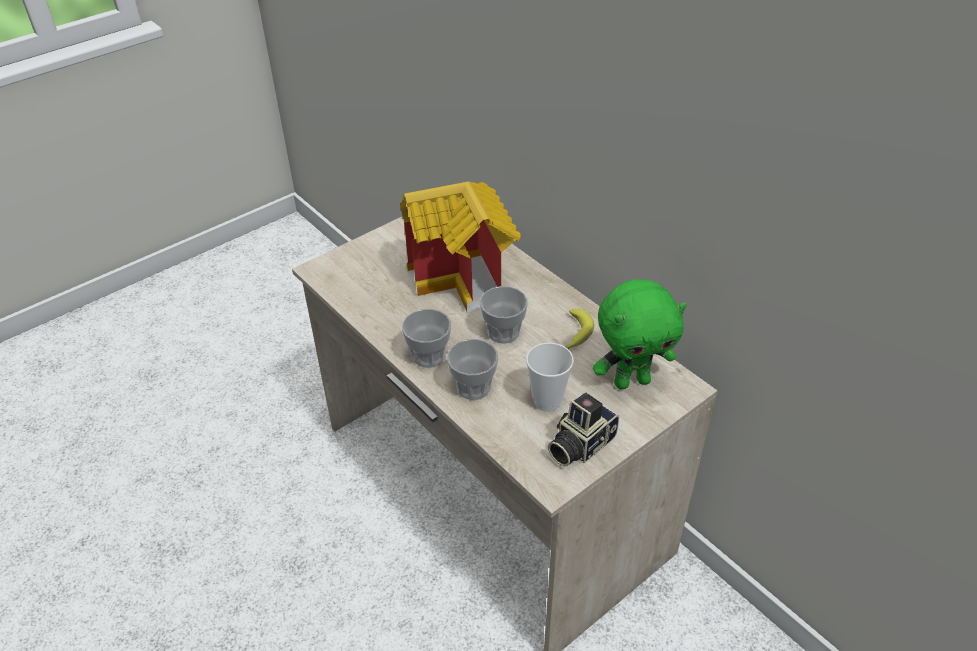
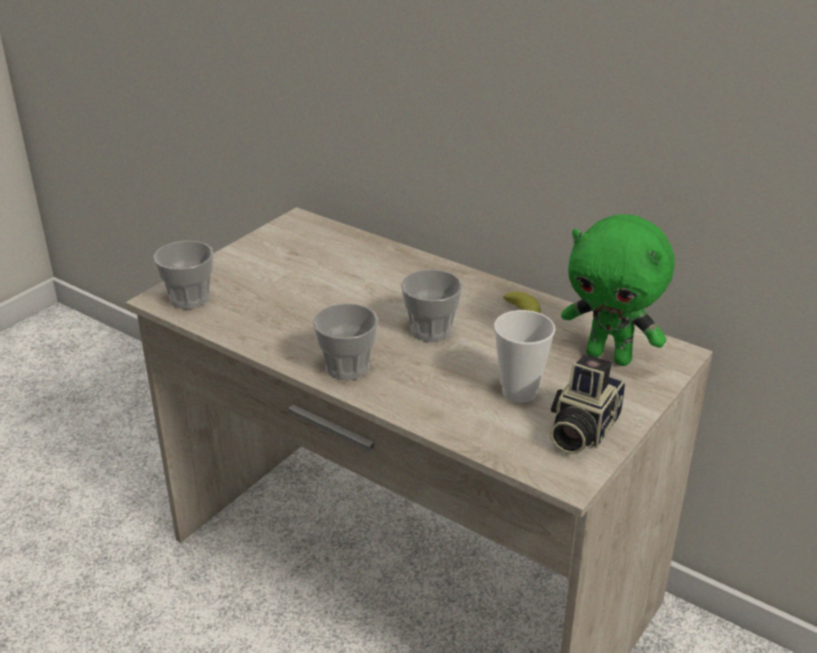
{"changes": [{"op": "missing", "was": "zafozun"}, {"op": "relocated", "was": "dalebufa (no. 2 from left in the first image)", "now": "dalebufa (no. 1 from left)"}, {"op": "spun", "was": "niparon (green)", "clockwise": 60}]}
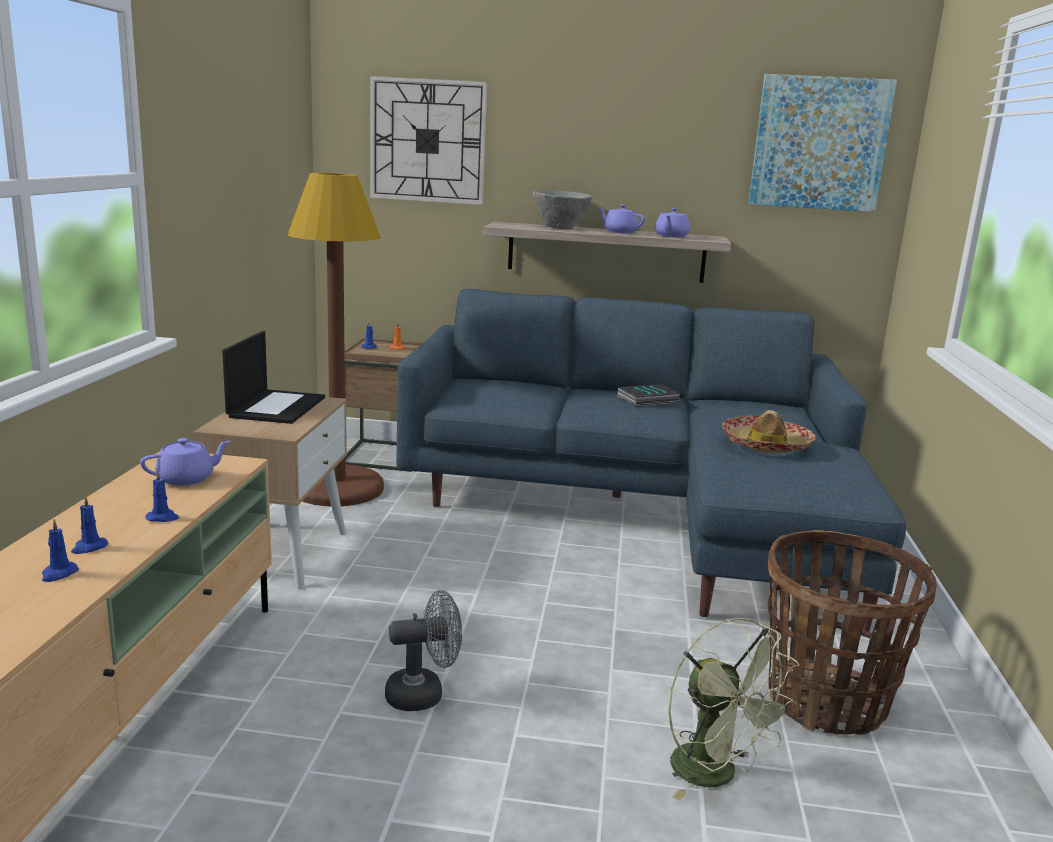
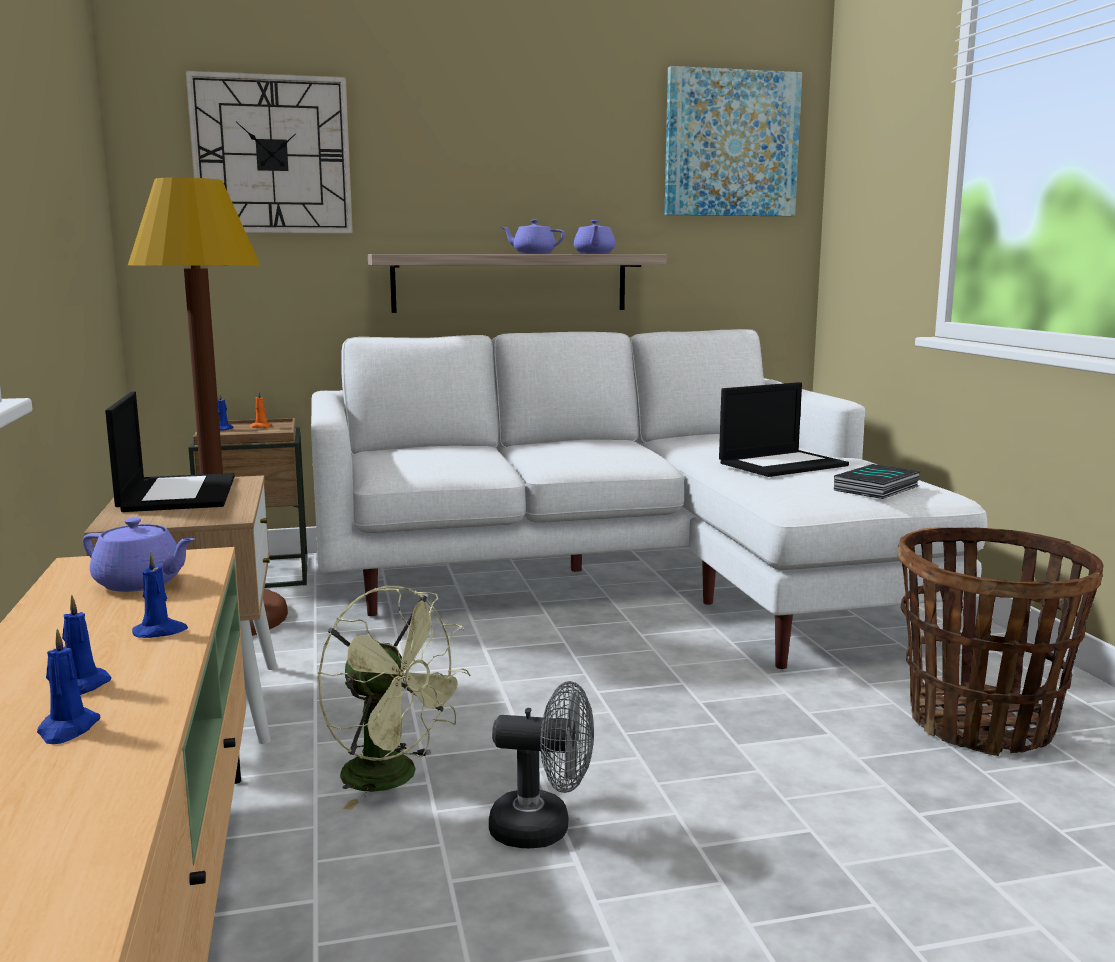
{"changes": [{"op": "spun", "was": "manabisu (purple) (no. 1 from left)", "clockwise": 75}, {"op": "spun", "was": "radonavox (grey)", "clockwise": 45}, {"op": "colour", "was": "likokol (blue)", "now": "likokol (white)"}, {"op": "missing", "was": "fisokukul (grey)"}, {"op": "relocated", "was": "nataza"}, {"op": "relocated", "was": "radonavox (green)"}, {"op": "exchanged", "was": "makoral", "now": "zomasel (no. 2 from left)"}]}
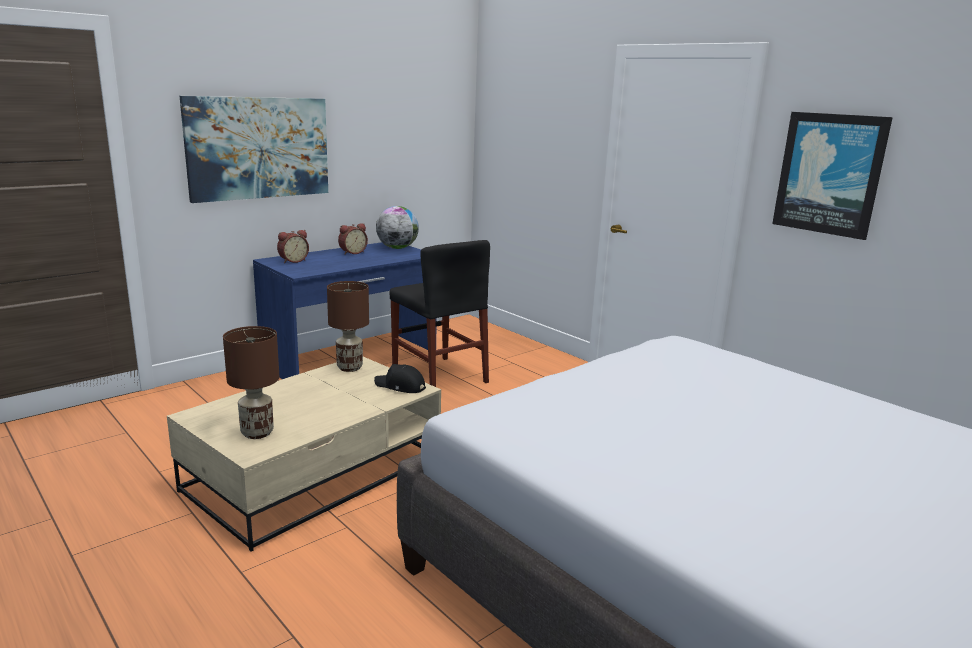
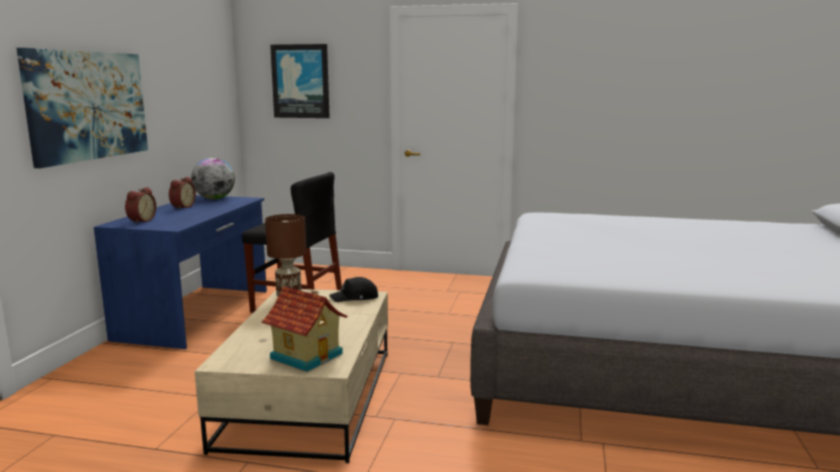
{"changes": [{"op": "exchanged", "was": "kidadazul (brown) (no. 1 from left)", "now": "zafozun"}, {"op": "relocated", "was": "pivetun (no. 2 from left)"}]}
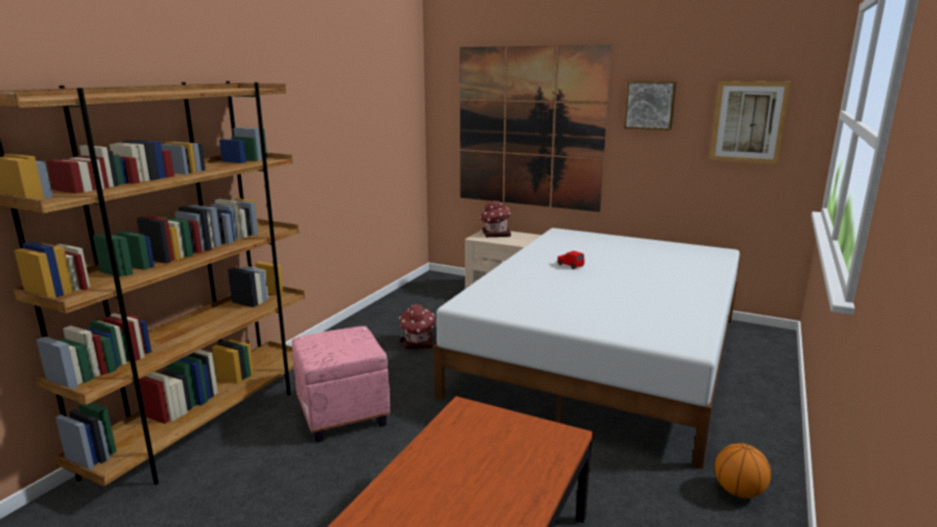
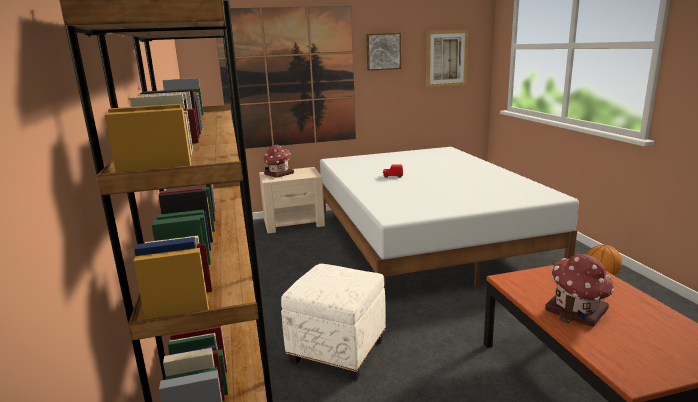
{"changes": [{"op": "colour", "was": "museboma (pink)", "now": "museboma (white)"}, {"op": "relocated", "was": "zafozun (no. 1 from left in the first image)", "now": "zafozun (no. 2 from left)"}]}
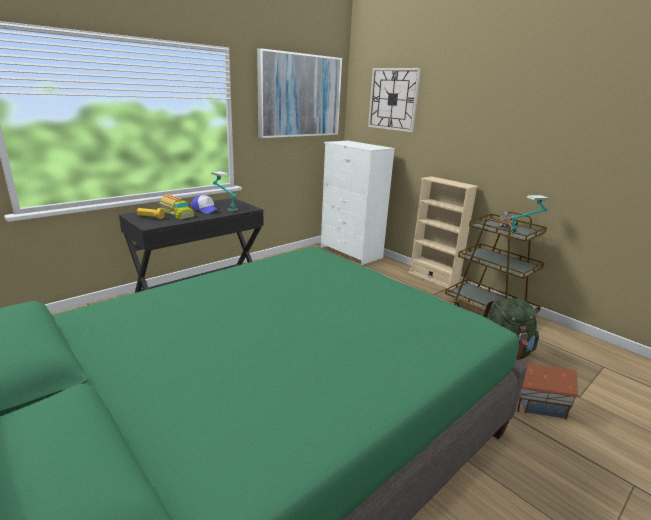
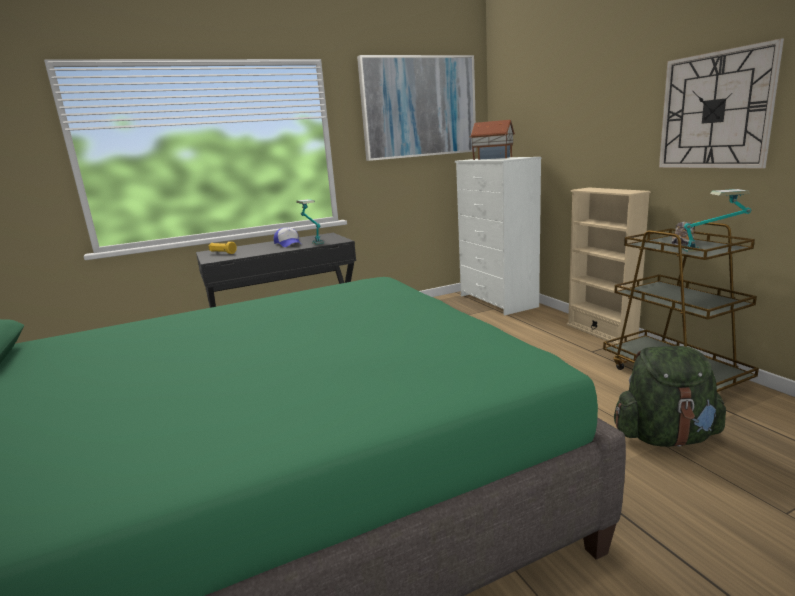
{"changes": [{"op": "missing", "was": "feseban"}, {"op": "relocated", "was": "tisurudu"}, {"op": "relocated", "was": "zafozun"}]}
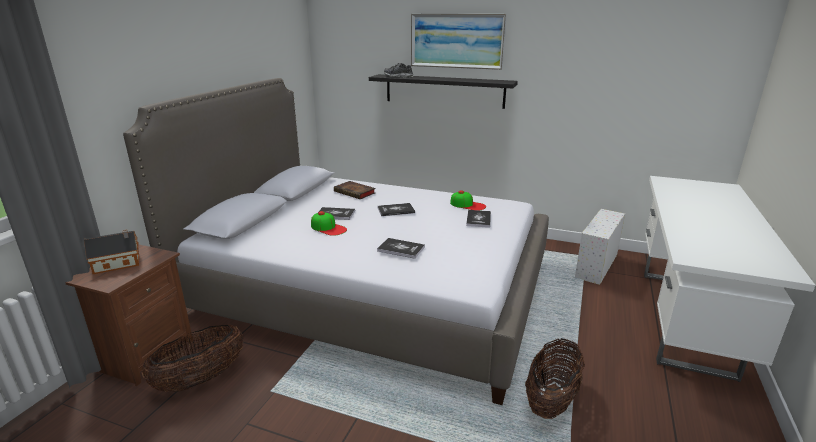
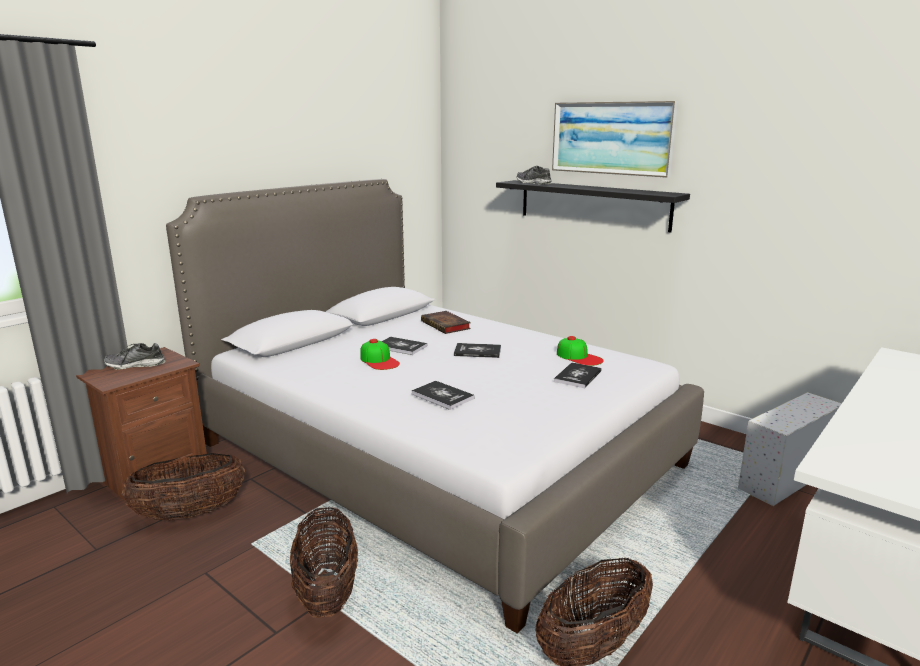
{"changes": [{"op": "exchanged", "was": "zafozun", "now": "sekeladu (no. 1 from left)"}, {"op": "appeared", "now": "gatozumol (no. 2 from left)"}]}
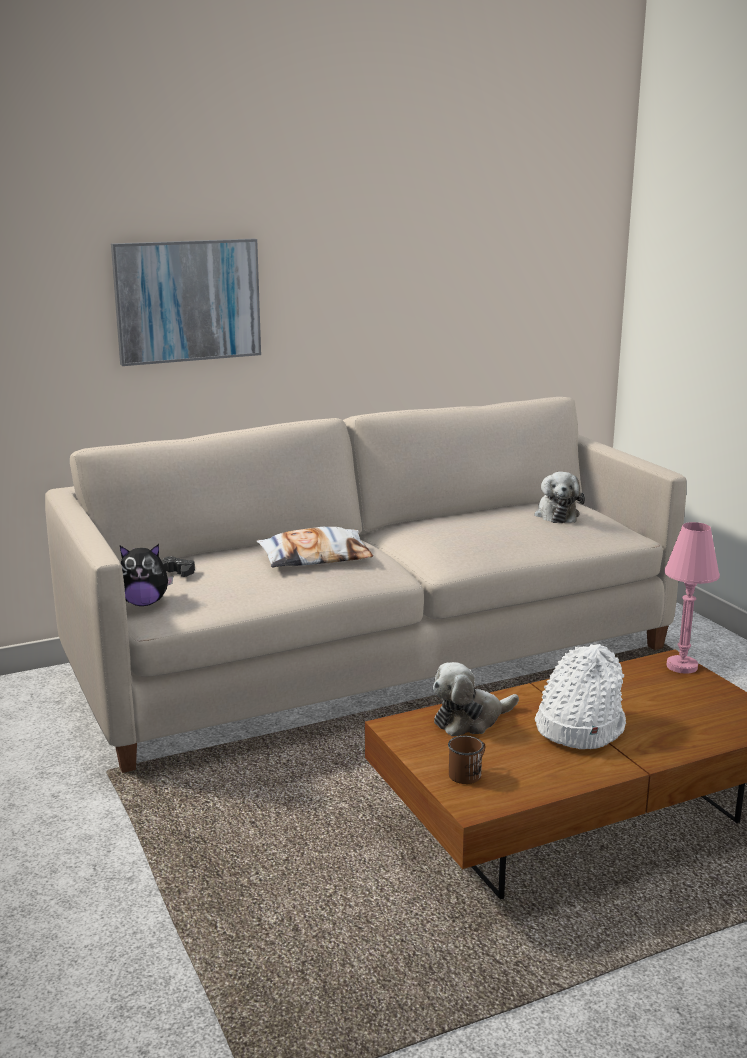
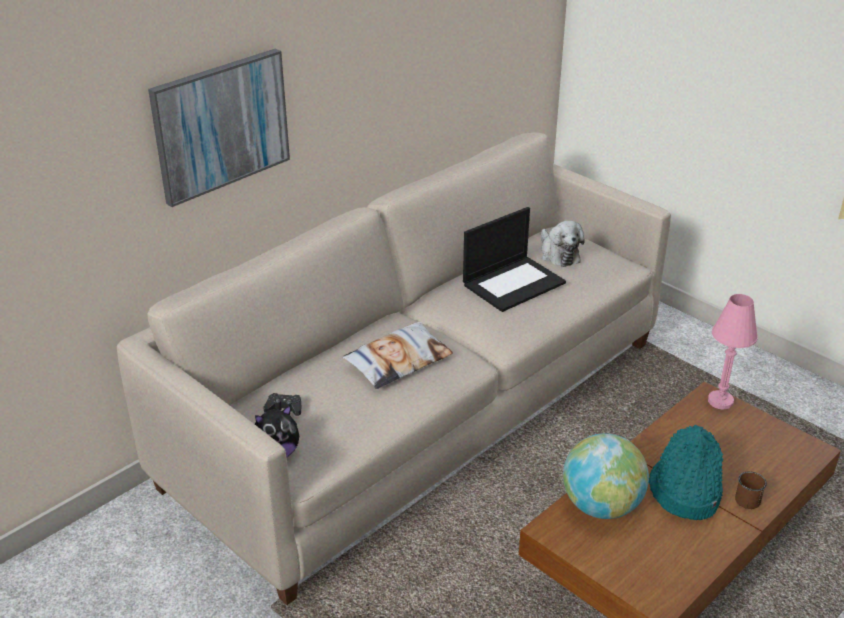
{"changes": [{"op": "exchanged", "was": "niparon (no. 2 from left)", "now": "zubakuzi"}, {"op": "relocated", "was": "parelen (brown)"}, {"op": "colour", "was": "makoral (white)", "now": "makoral (turquoise)"}, {"op": "appeared", "now": "zomasel"}]}
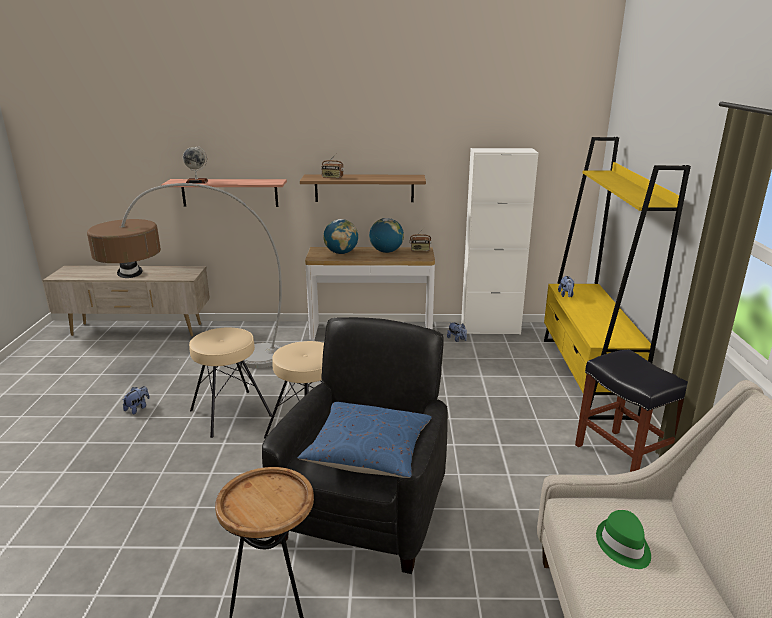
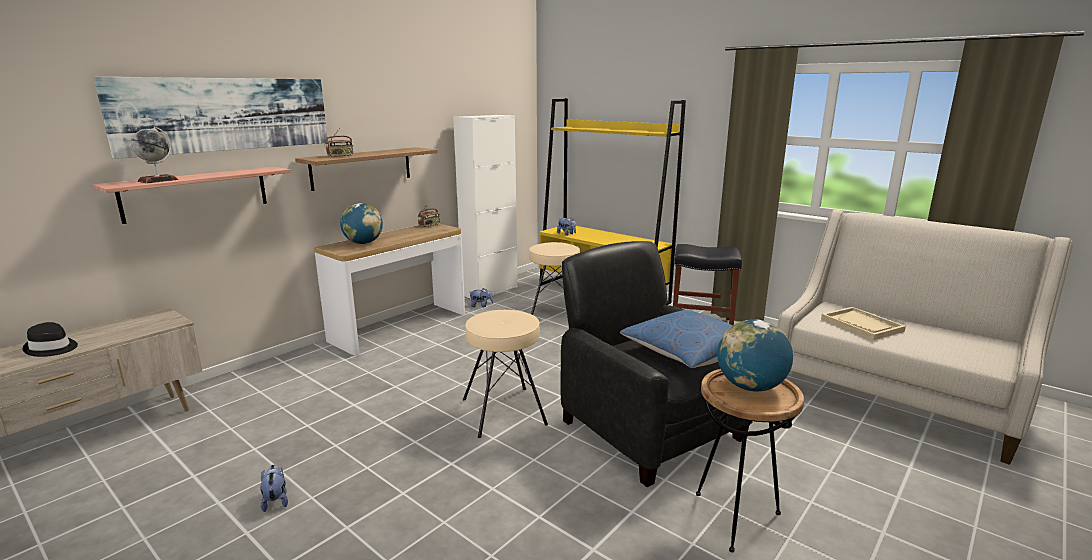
{"changes": [{"op": "missing", "was": "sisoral"}, {"op": "relocated", "was": "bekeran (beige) (no. 1 from left in the first image)", "now": "bekeran (beige) (no. 2 from left)"}, {"op": "relocated", "was": "zubakuzi (no. 3 from left)"}, {"op": "exchanged", "was": "makoral (green)", "now": "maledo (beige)"}, {"op": "appeared", "now": "pivetun"}]}
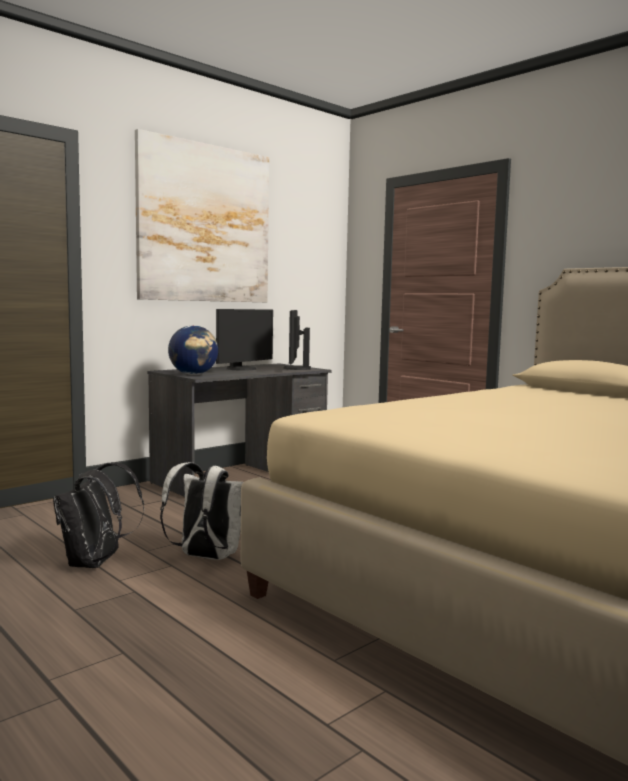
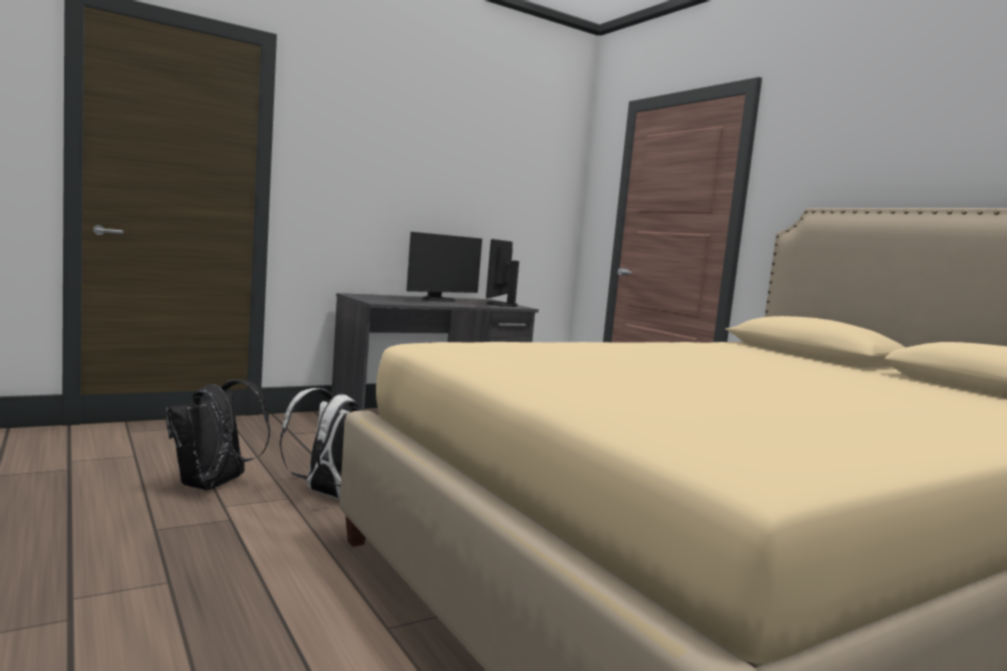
{"changes": [{"op": "missing", "was": "pivetun"}, {"op": "missing", "was": "zubakuzi"}]}
